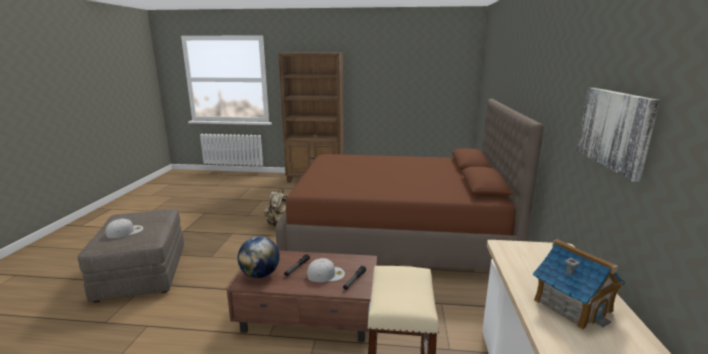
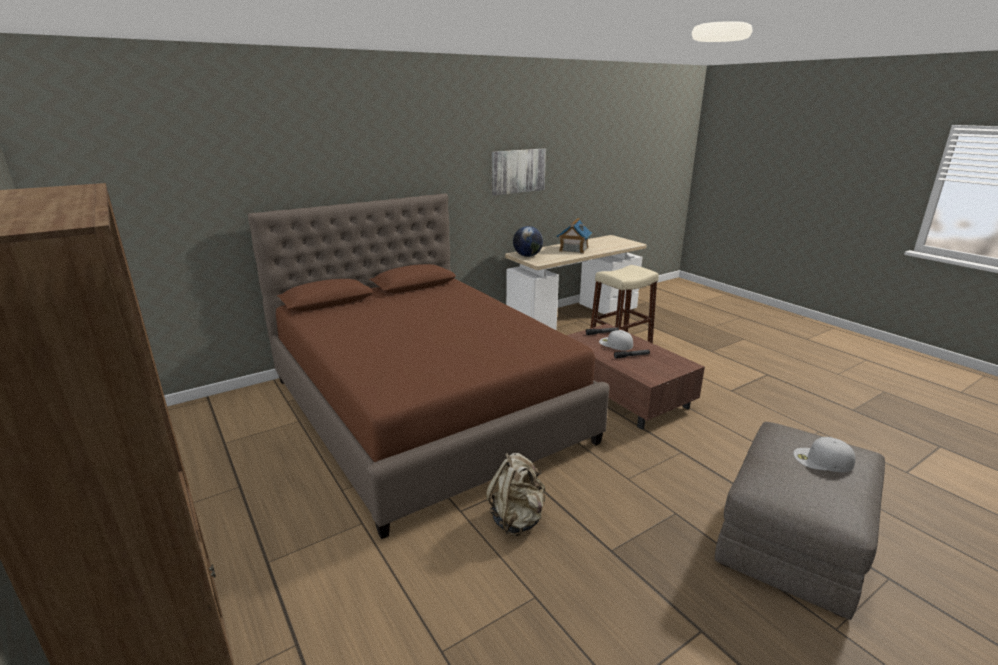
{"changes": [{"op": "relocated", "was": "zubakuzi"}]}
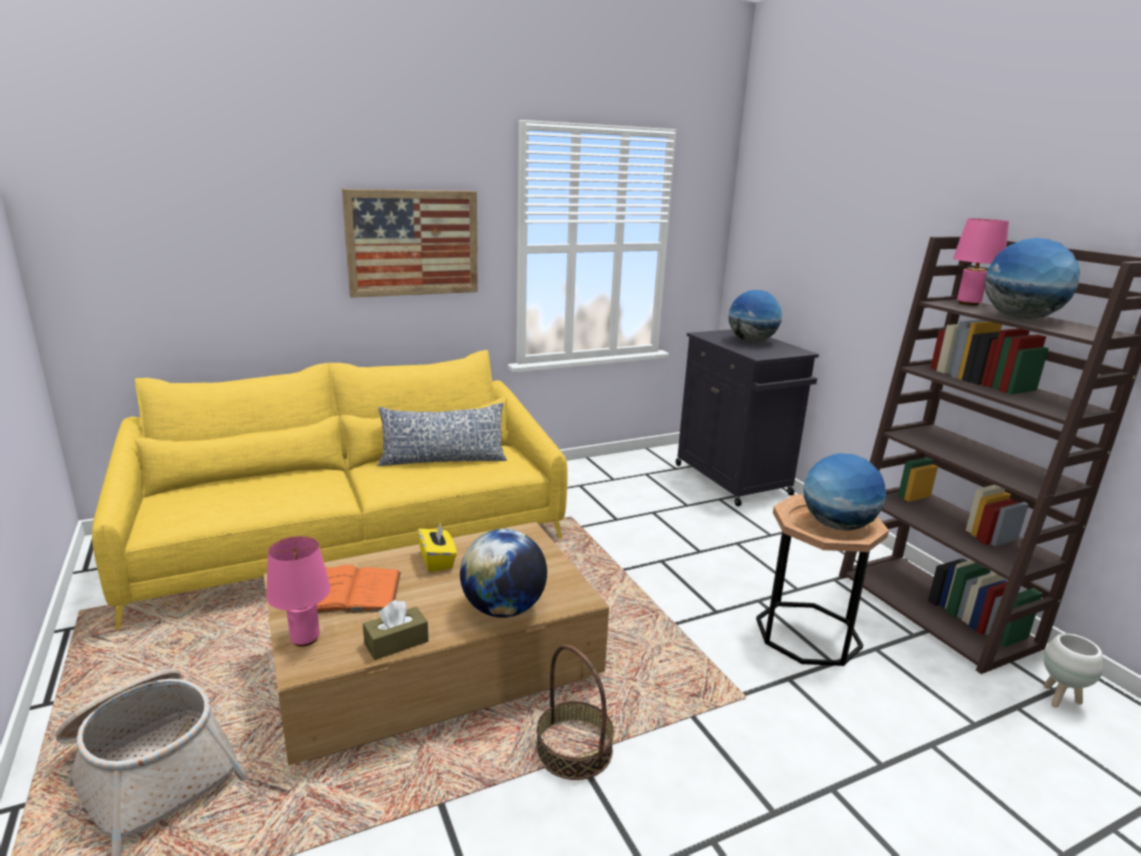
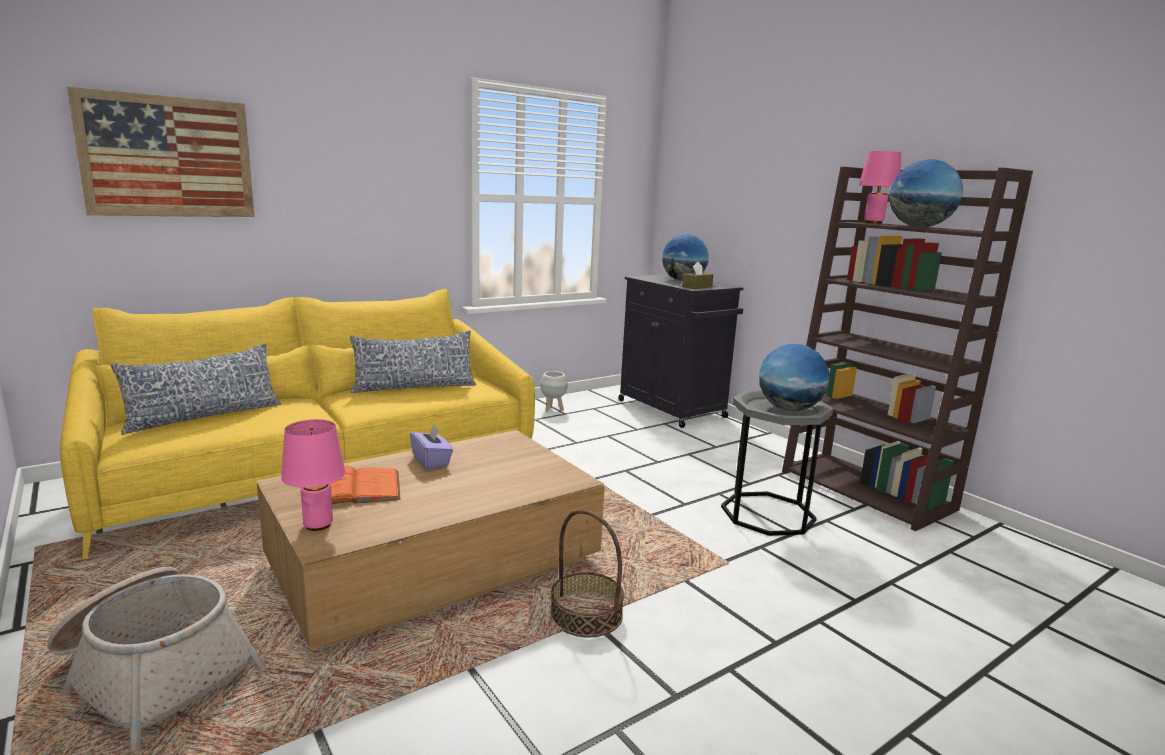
{"changes": [{"op": "relocated", "was": "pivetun"}, {"op": "relocated", "was": "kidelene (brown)"}, {"op": "colour", "was": "kidelene (yellow)", "now": "kidelene (purple)"}, {"op": "missing", "was": "zubakuzi (no. 1 from left)"}, {"op": "colour", "was": "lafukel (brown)", "now": "lafukel (grey)"}, {"op": "relocated", "was": "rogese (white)"}, {"op": "appeared", "now": "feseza (no. 1 from left)"}]}
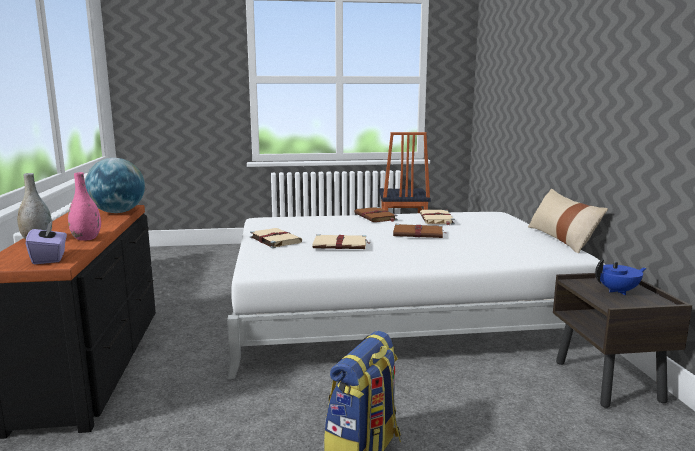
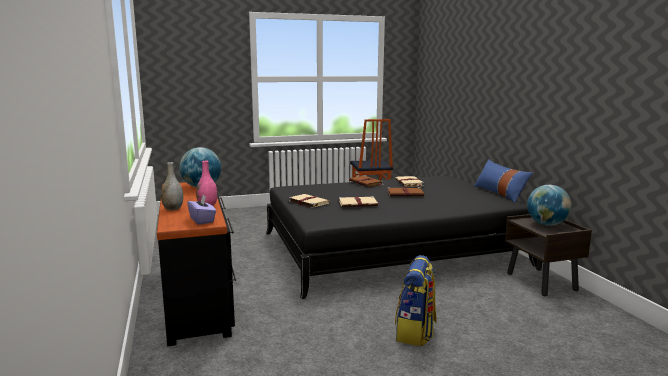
{"changes": [{"op": "colour", "was": "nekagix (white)", "now": "nekagix (black)"}, {"op": "colour", "was": "feseza (beige)", "now": "feseza (blue)"}, {"op": "exchanged", "was": "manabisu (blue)", "now": "zubakuzi (no. 2 from left)"}]}
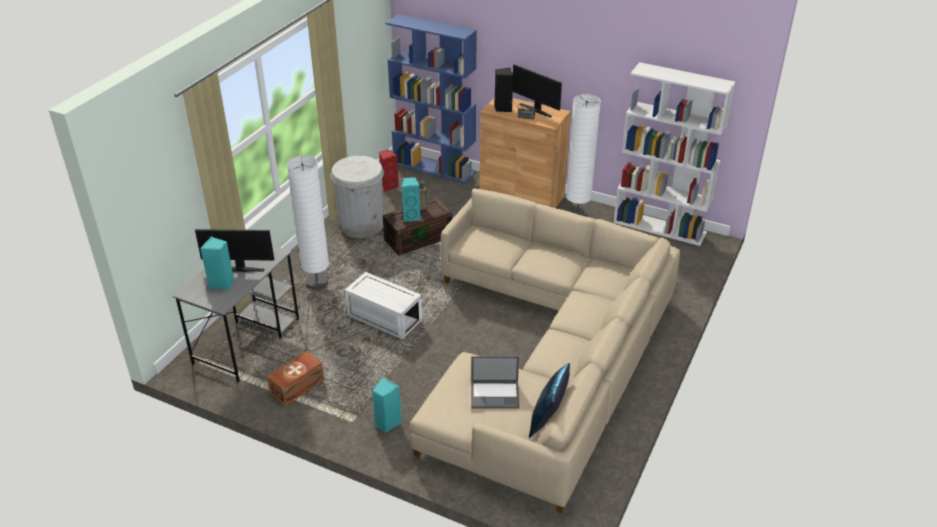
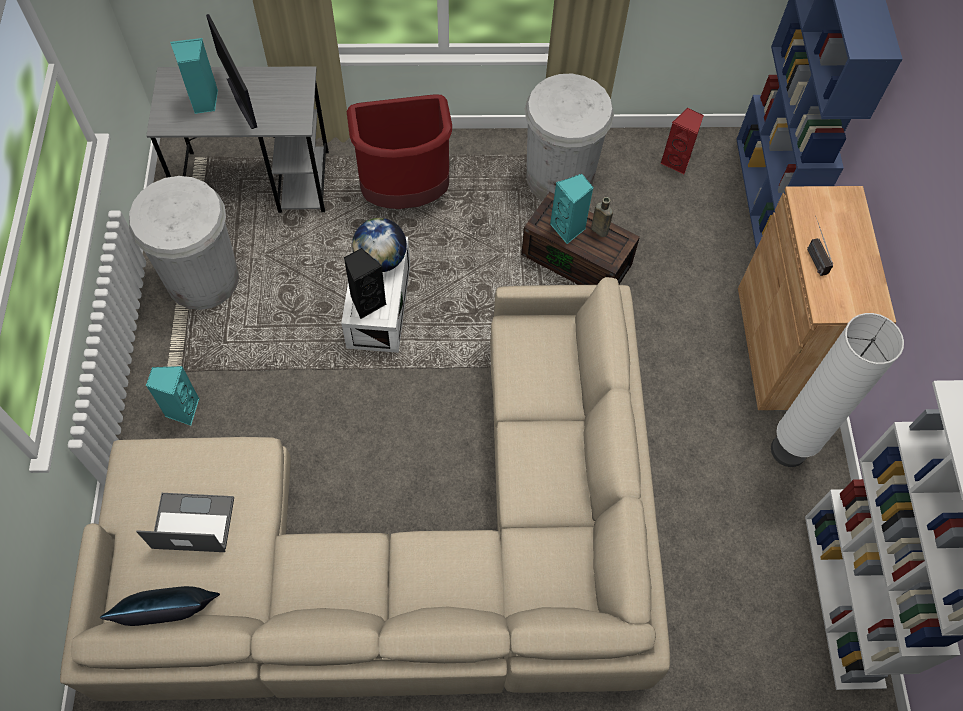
{"changes": [{"op": "exchanged", "was": "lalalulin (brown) (no. 1 from left)", "now": "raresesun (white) (no. 1 from left)"}, {"op": "exchanged", "was": "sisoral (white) (no. 1 from left)", "now": "raresesun (red)"}, {"op": "spun", "was": "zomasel", "clockwise": 120}, {"op": "relocated", "was": "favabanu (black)"}, {"op": "missing", "was": "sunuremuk (no. 2 from left)"}, {"op": "appeared", "now": "zubakuzi"}]}
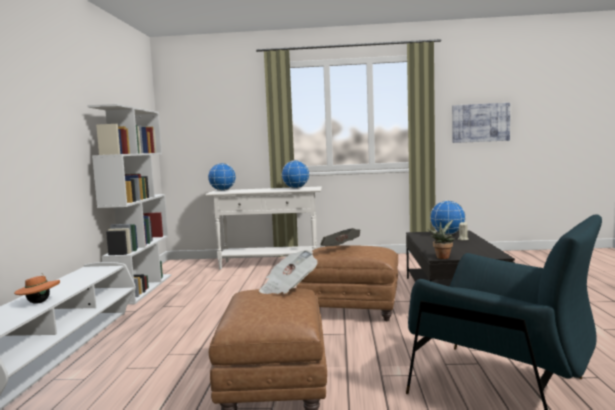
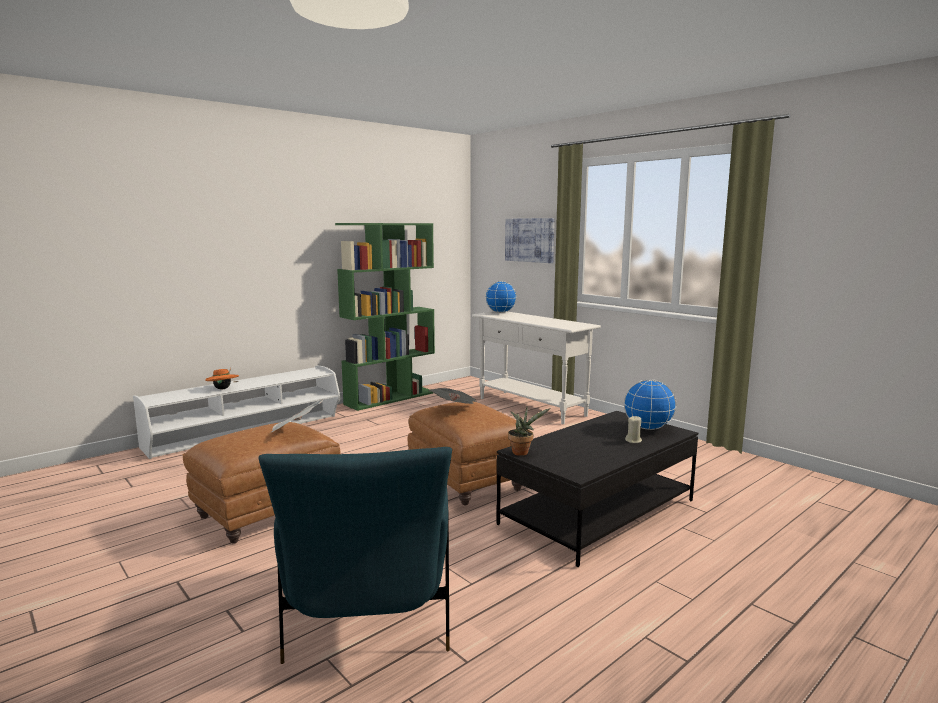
{"changes": [{"op": "colour", "was": "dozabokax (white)", "now": "dozabokax (green)"}, {"op": "missing", "was": "zubakuzi (no. 2 from left)"}, {"op": "relocated", "was": "pivetun"}]}
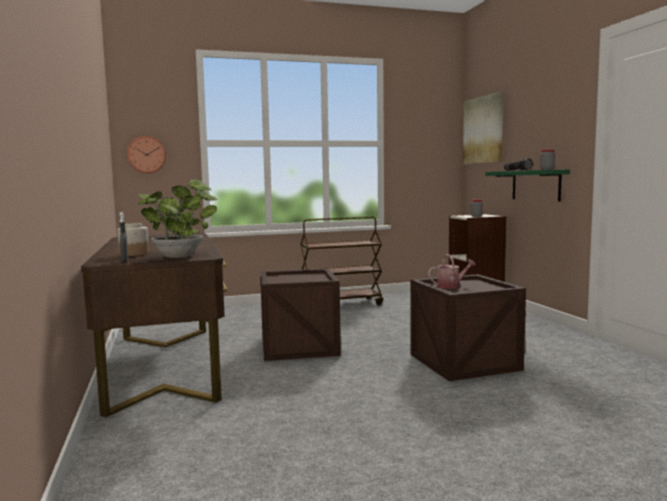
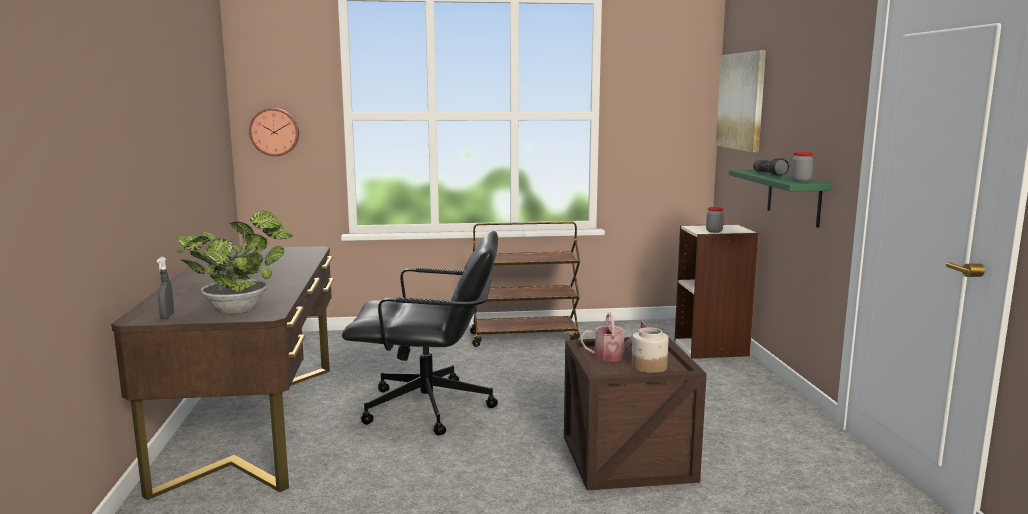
{"changes": [{"op": "relocated", "was": "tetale (no. 1 from left)"}, {"op": "exchanged", "was": "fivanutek (no. 1 from left)", "now": "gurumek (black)"}]}
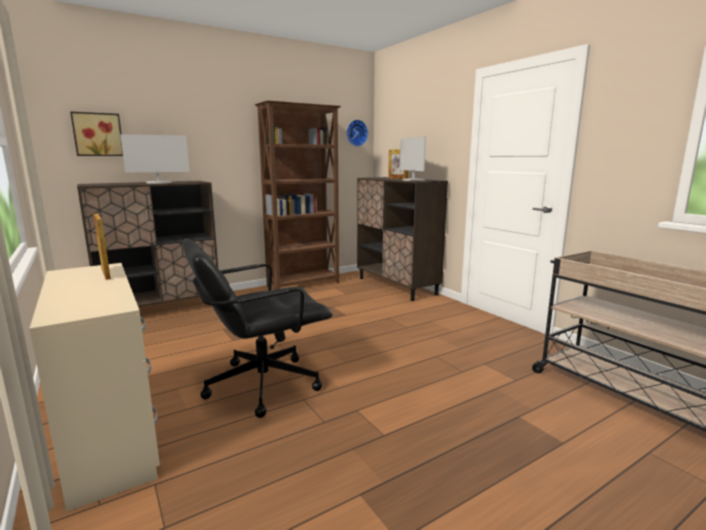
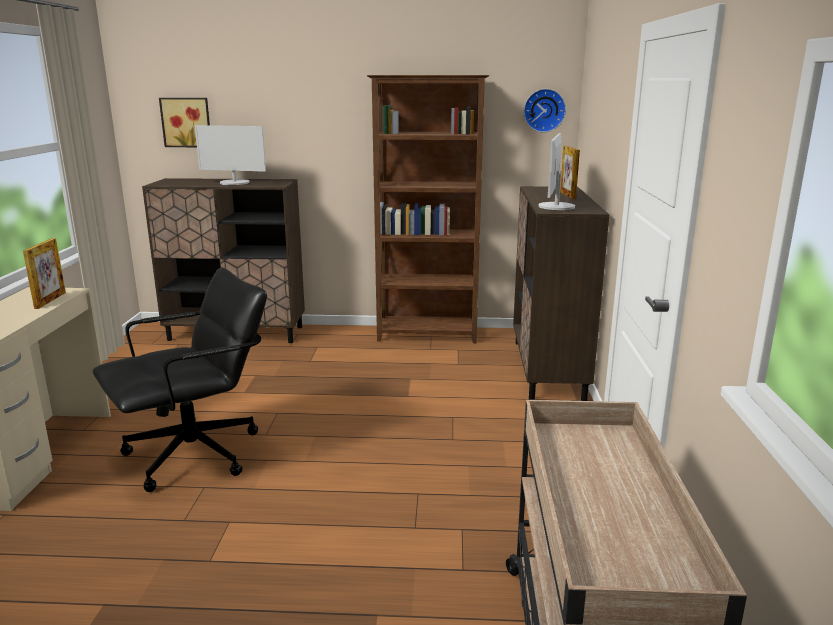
{"changes": [{"op": "spun", "was": "gurumek (black)", "clockwise": 135}]}
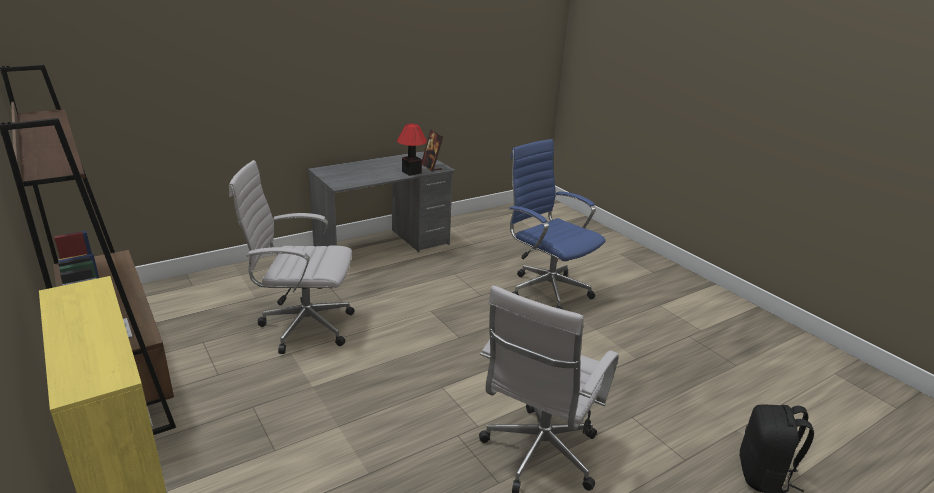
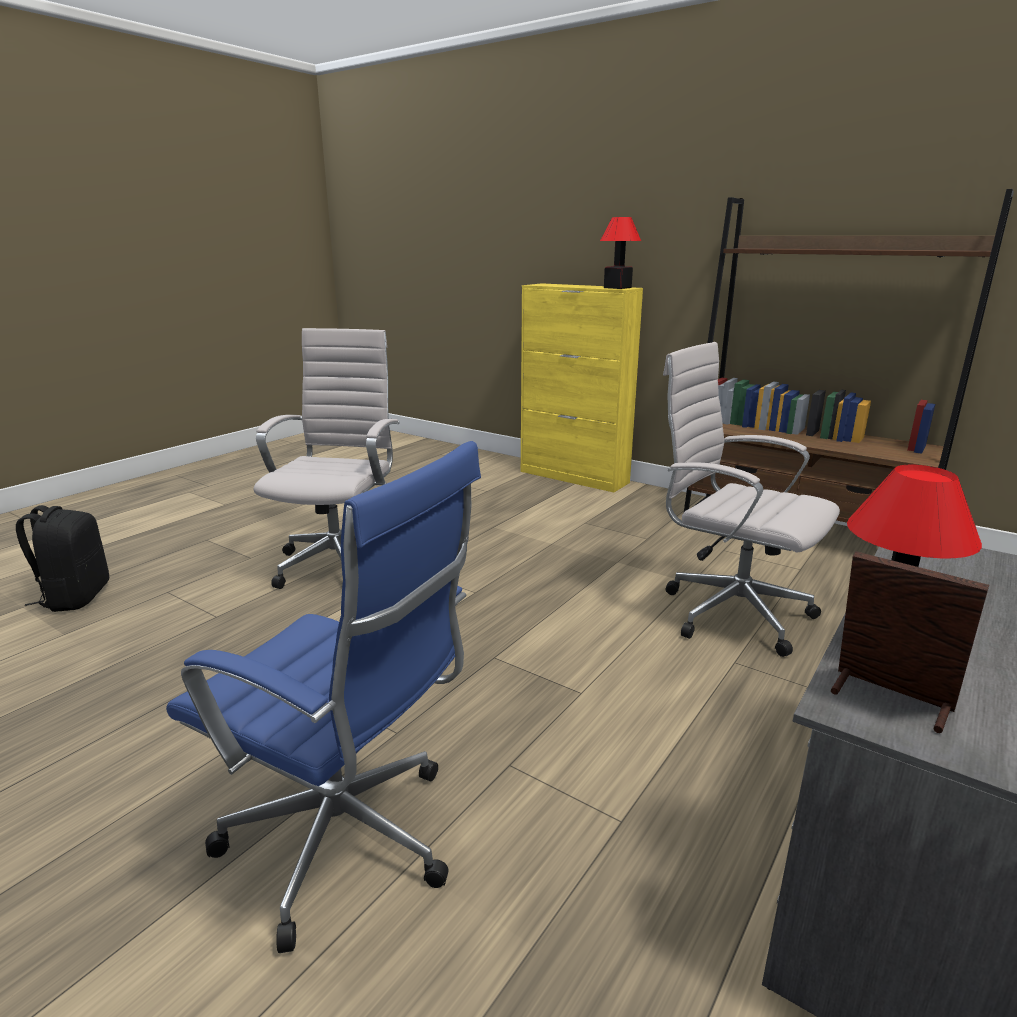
{"changes": [{"op": "spun", "was": "gurumek (white) (no. 1 from left in the first image)", "clockwise": -120}, {"op": "appeared", "now": "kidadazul (no. 1 from left)"}]}
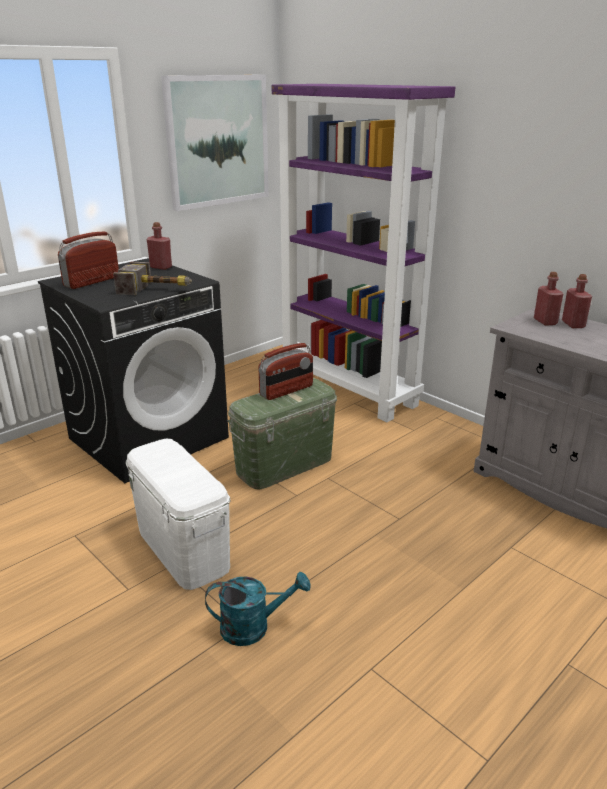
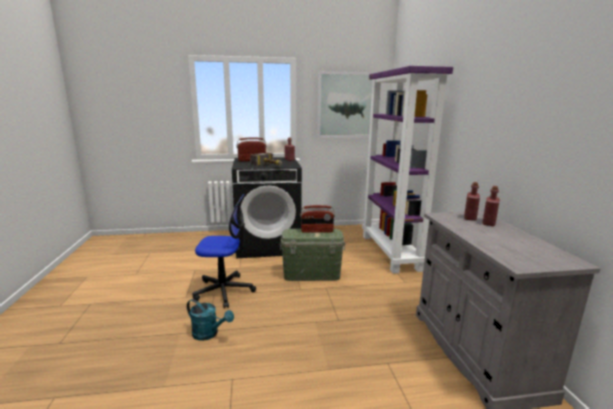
{"changes": [{"op": "exchanged", "was": "lalalulin (white)", "now": "gurumek"}]}
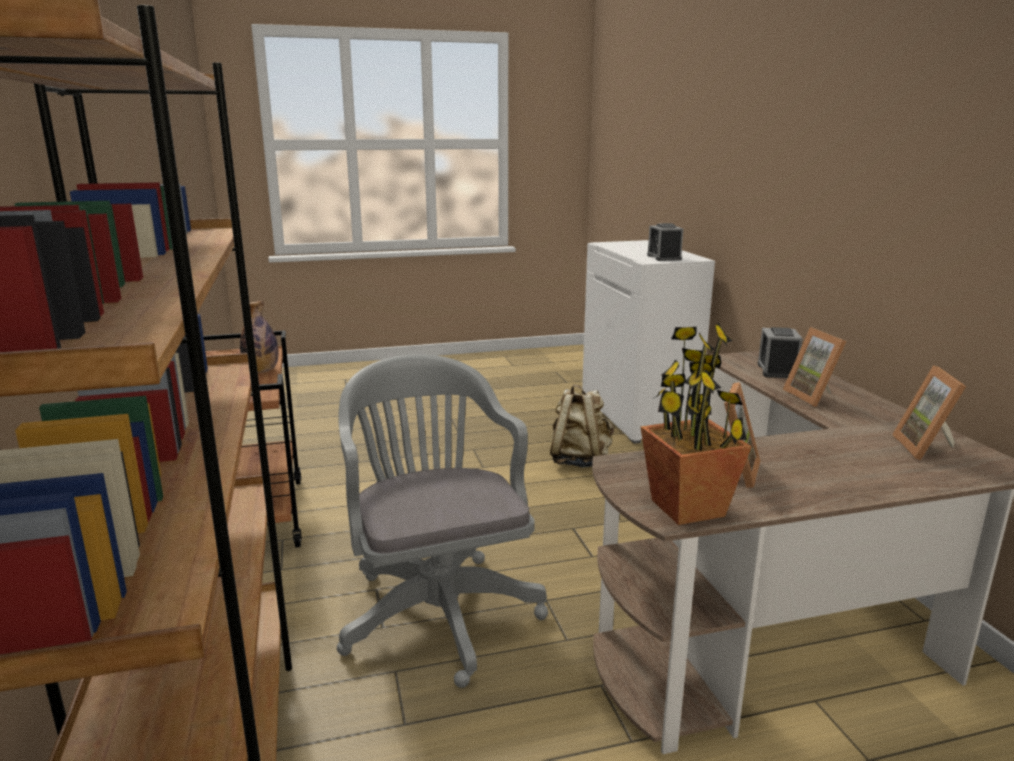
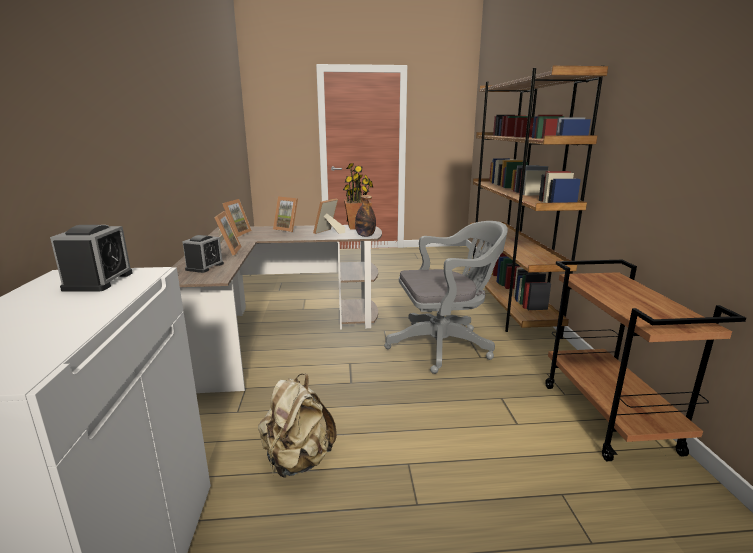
{"changes": [{"op": "relocated", "was": "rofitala"}, {"op": "spun", "was": "gurumek (grey)", "clockwise": -90}, {"op": "appeared", "now": "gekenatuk (no. 3 from left)"}]}
